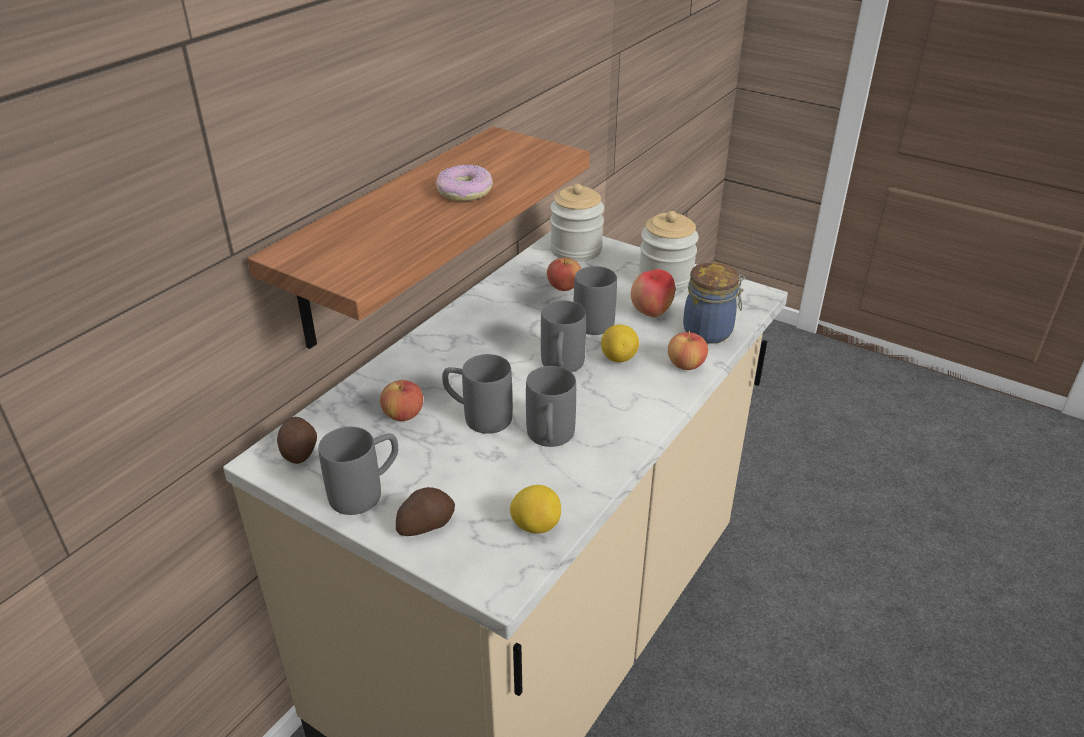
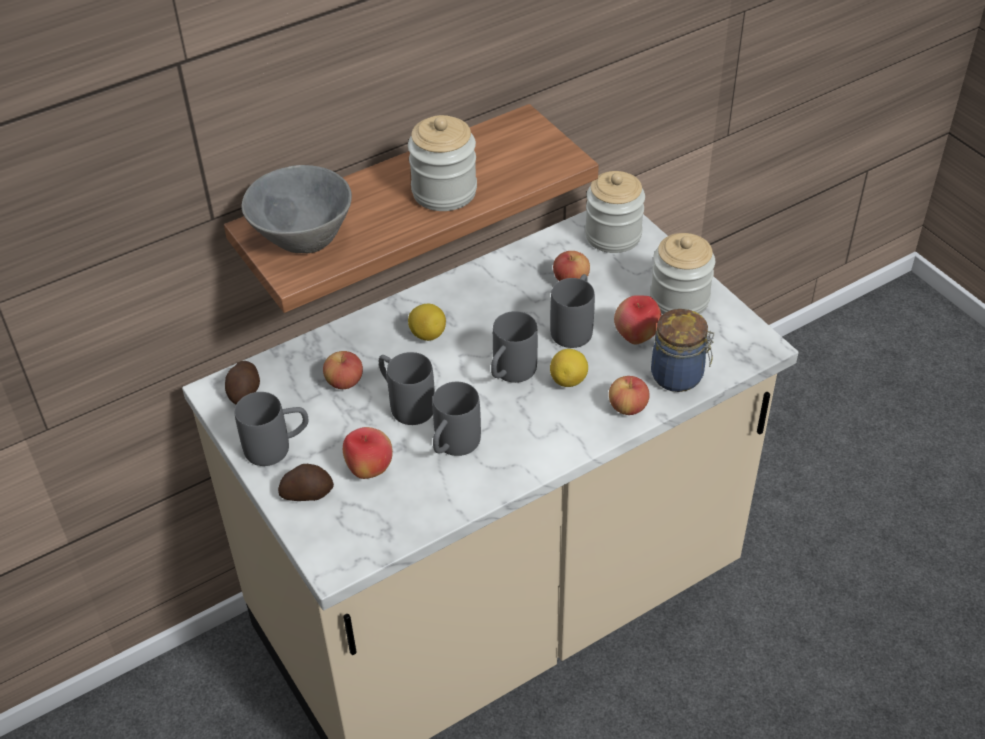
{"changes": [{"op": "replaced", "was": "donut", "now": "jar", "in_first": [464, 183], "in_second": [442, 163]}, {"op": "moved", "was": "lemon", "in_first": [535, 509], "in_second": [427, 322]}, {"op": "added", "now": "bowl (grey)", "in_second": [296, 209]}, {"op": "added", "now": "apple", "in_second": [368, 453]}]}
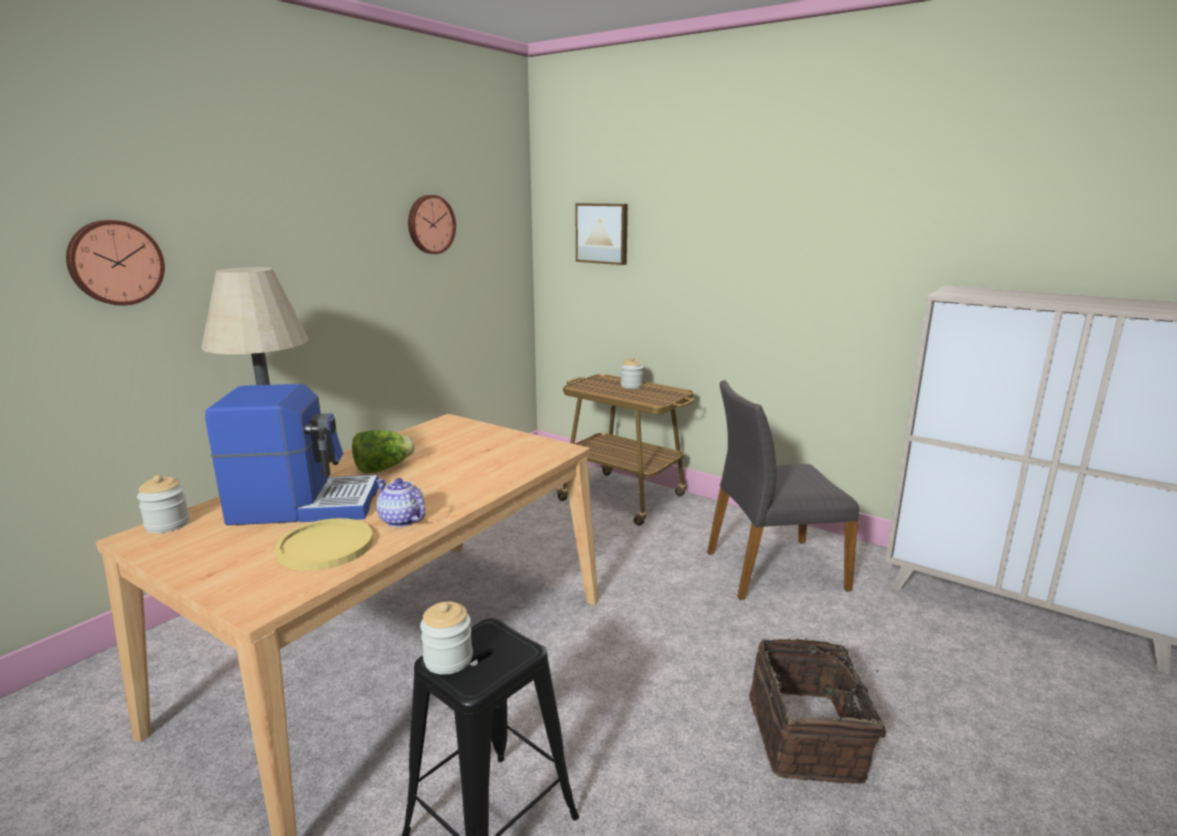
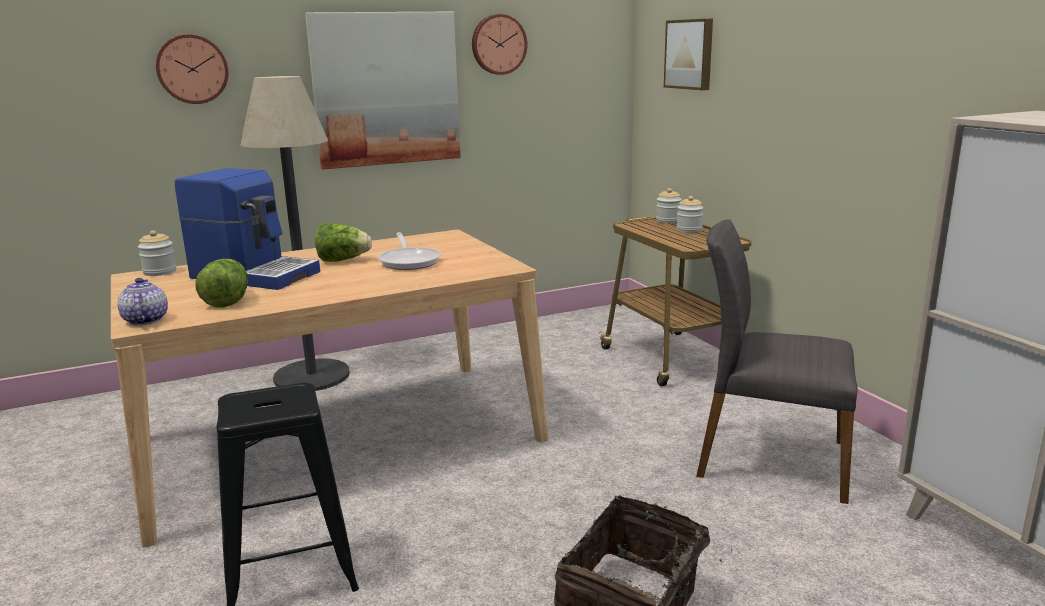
{"changes": [{"op": "moved", "was": "teapot", "in_first": [400, 502], "in_second": [142, 301]}, {"op": "replaced", "was": "plate (yellow)", "now": "lettuce", "in_first": [324, 544], "in_second": [221, 283]}, {"op": "moved", "was": "jar", "in_first": [446, 638], "in_second": [669, 205]}, {"op": "added", "now": "picture", "in_second": [383, 90]}, {"op": "added", "now": "frying pan", "in_second": [409, 251]}]}
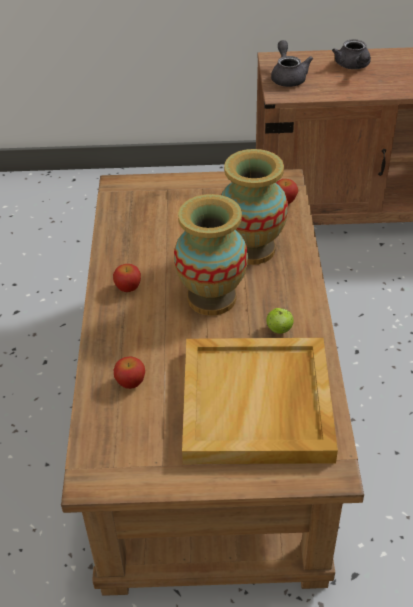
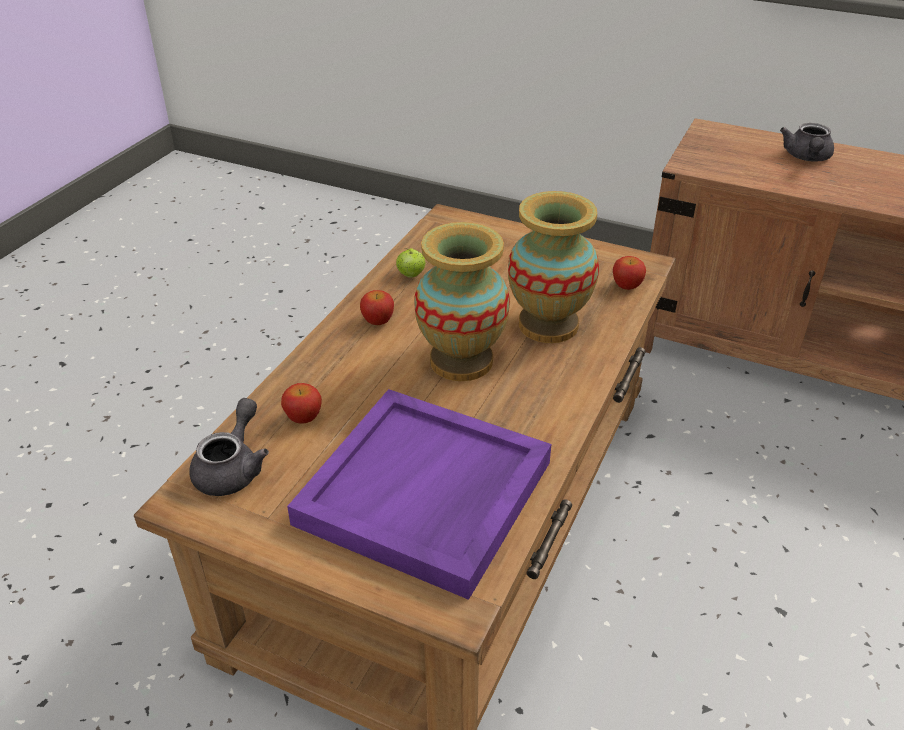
{"changes": [{"op": "moved", "was": "teapot (grey)", "in_first": [292, 63], "in_second": [229, 447]}, {"op": "moved", "was": "apple", "in_first": [280, 321], "in_second": [410, 263]}, {"op": "recoloured", "was": "tray (beige)", "now": "tray (purple)", "in_first": [260, 401], "in_second": [419, 494]}]}
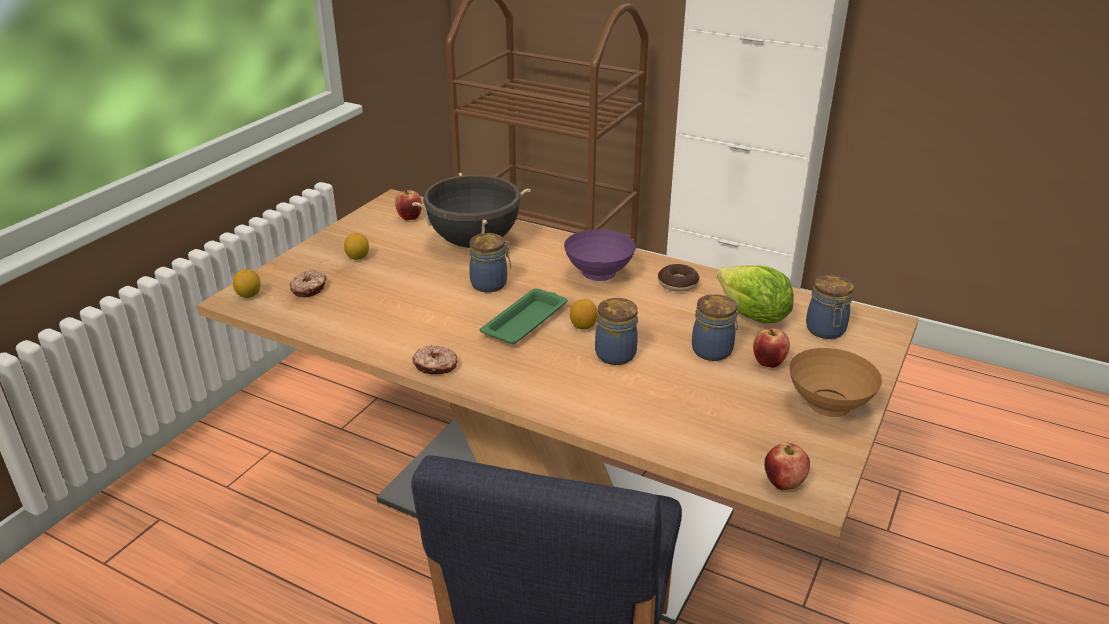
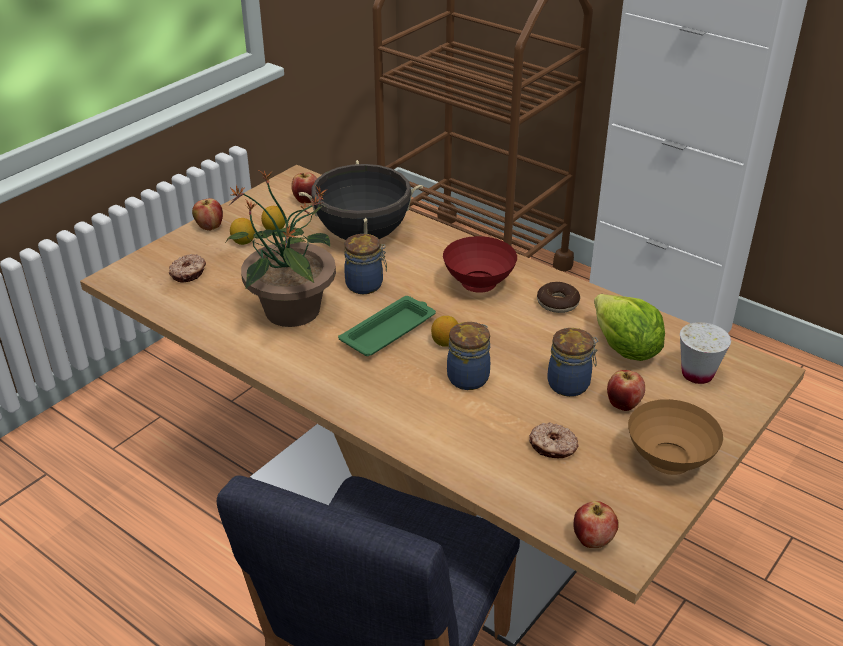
{"changes": [{"op": "recoloured", "was": "bowl (purple)", "now": "bowl (red)", "in_first": [600, 255], "in_second": [480, 264]}, {"op": "moved", "was": "lemon", "in_first": [247, 283], "in_second": [273, 218]}, {"op": "replaced", "was": "jar", "now": "cup (white)", "in_first": [830, 307], "in_second": [705, 353]}, {"op": "moved", "was": "donut", "in_first": [434, 359], "in_second": [554, 440]}, {"op": "added", "now": "potted plant", "in_second": [281, 249]}, {"op": "added", "now": "apple", "in_second": [207, 214]}]}
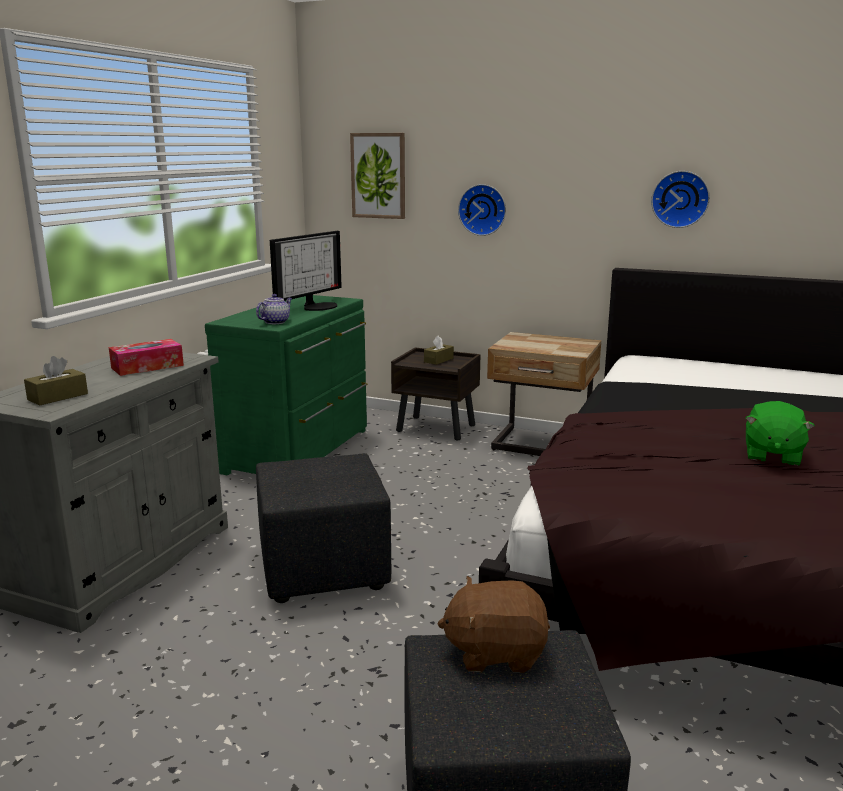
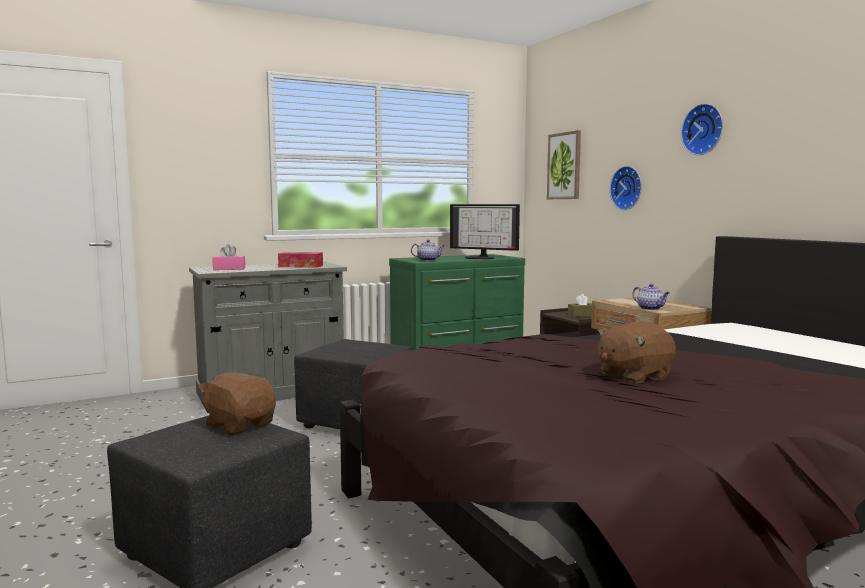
{"changes": [{"op": "moved", "was": "wall clock", "in_first": [680, 199], "in_second": [702, 129]}, {"op": "turned", "was": "monitor", "in_first": [306, 271], "in_second": [485, 231], "clockwise": 45}, {"op": "recoloured", "was": "tissue box (brown)", "now": "tissue box (pink)", "in_first": [56, 381], "in_second": [228, 257]}, {"op": "recoloured", "was": "plush toy (green)", "now": "plush toy (brown)", "in_first": [780, 433], "in_second": [637, 352]}, {"op": "added", "now": "teapot", "in_second": [651, 297]}]}
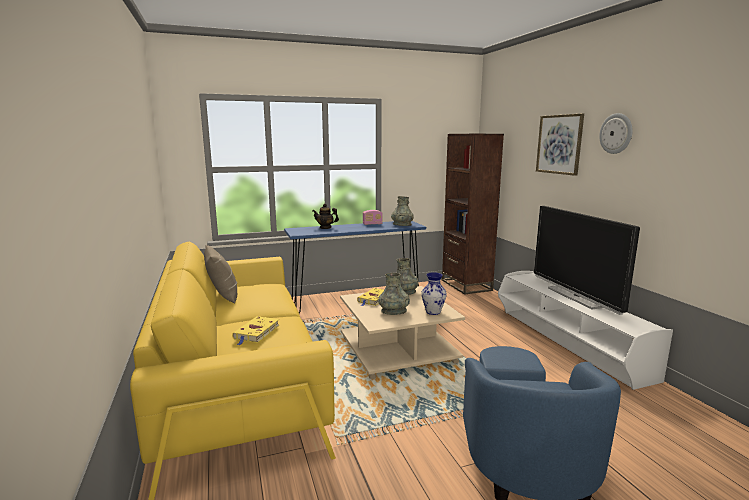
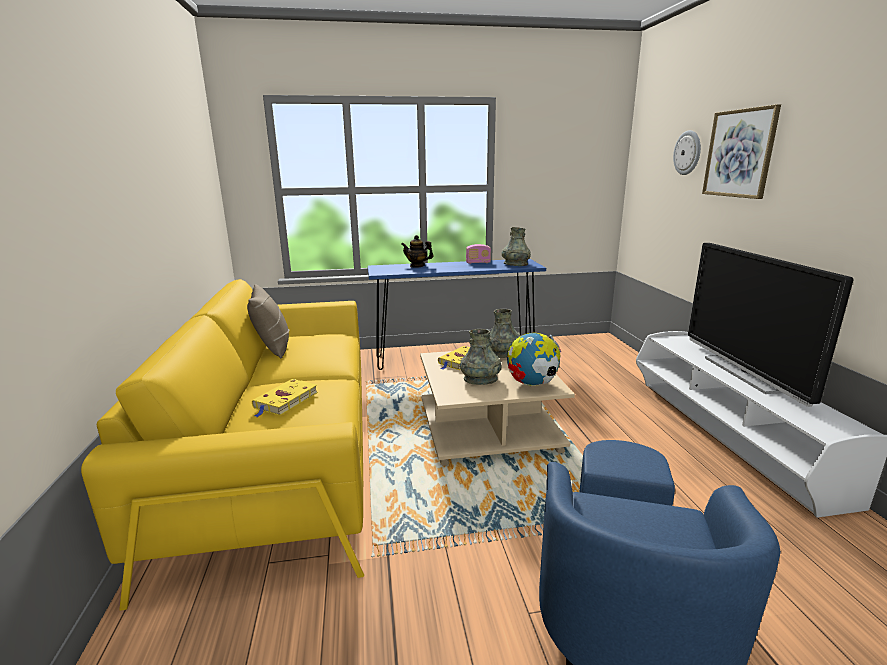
{"changes": [{"op": "moved", "was": "wall clock", "in_first": [616, 133], "in_second": [687, 152]}, {"op": "removed", "was": "bookcase (brown)", "in_first": [473, 214]}, {"op": "replaced", "was": "vase", "now": "globe", "in_first": [434, 293], "in_second": [534, 359]}]}
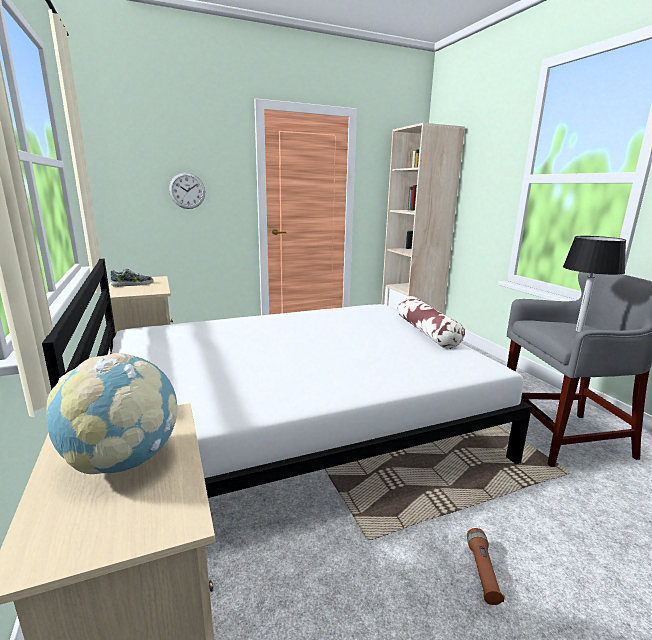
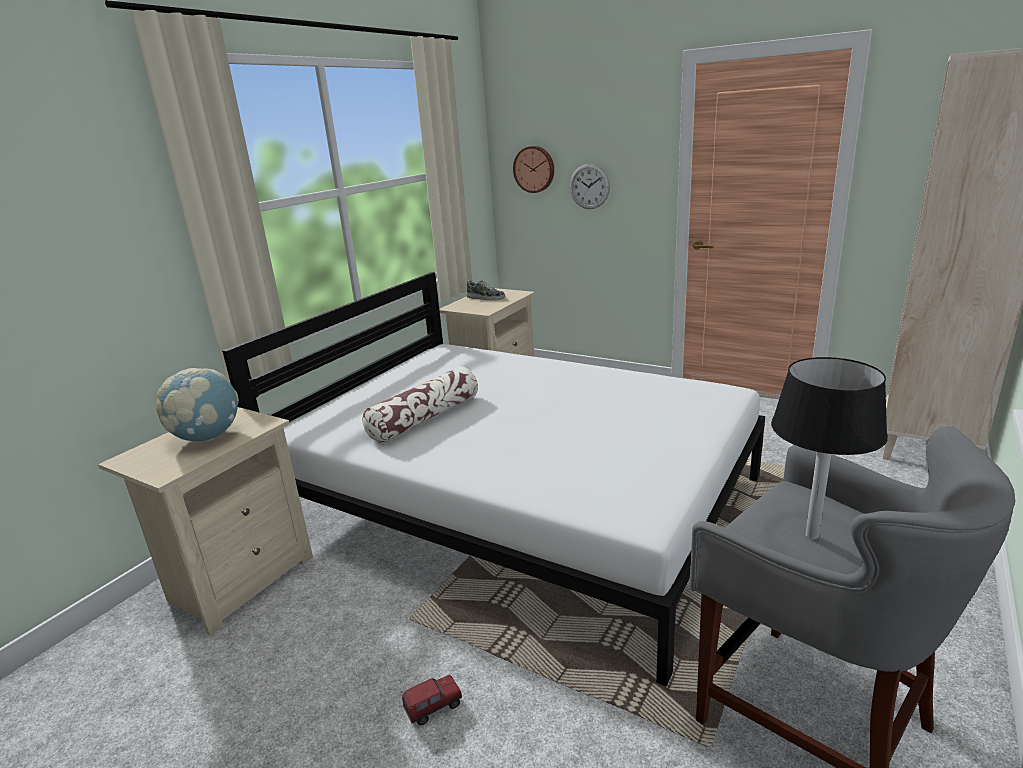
{"changes": [{"op": "moved", "was": "pillow", "in_first": [431, 322], "in_second": [420, 404]}, {"op": "replaced", "was": "flashlight (brown)", "now": "toy truck", "in_first": [486, 566], "in_second": [432, 700]}, {"op": "added", "now": "wall clock", "in_second": [533, 169]}]}
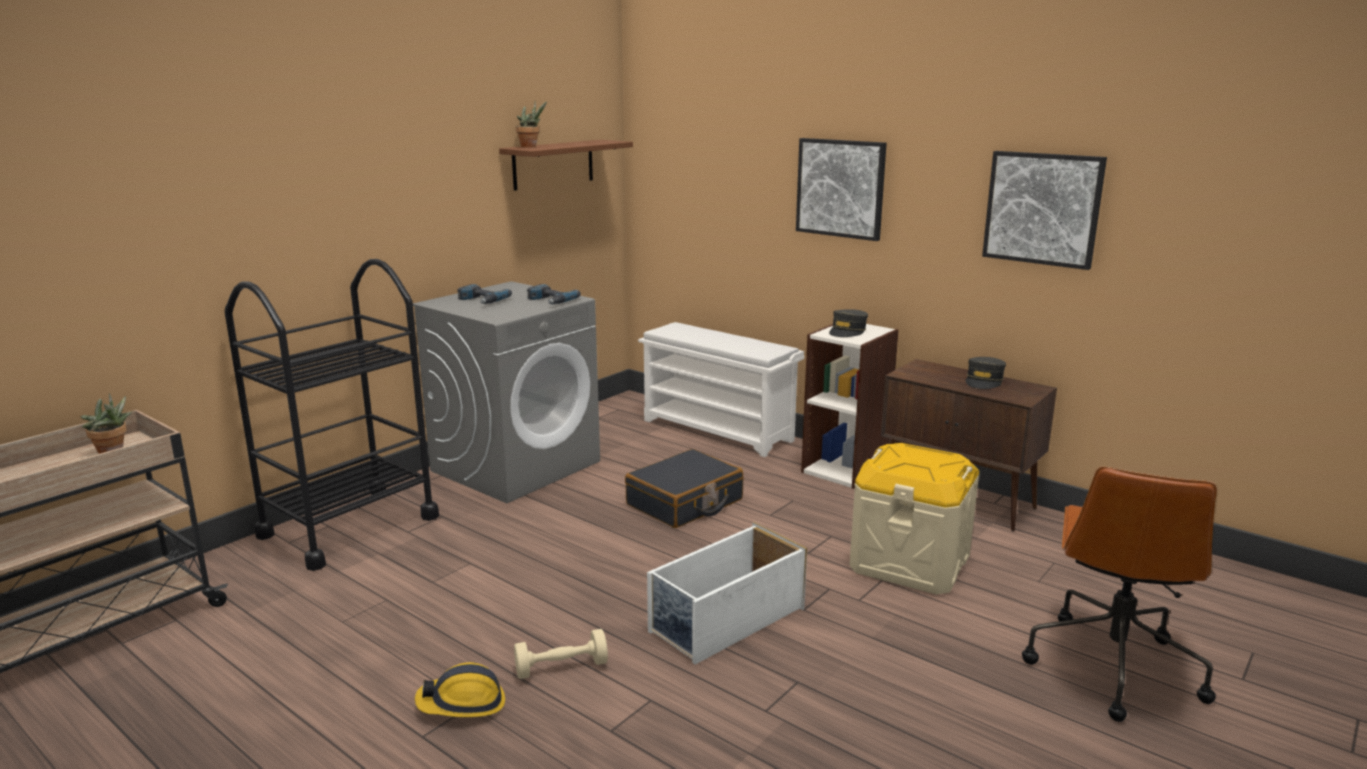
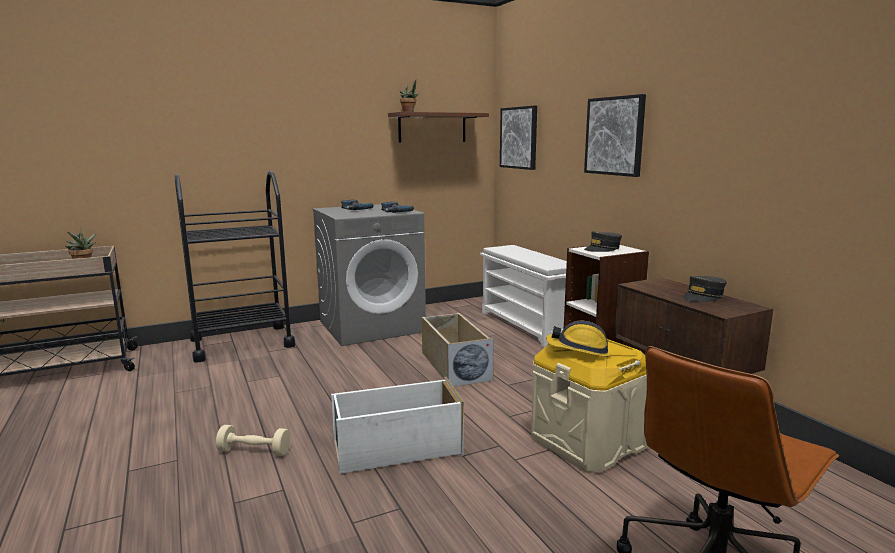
{"changes": [{"op": "moved", "was": "picture", "in_first": [1044, 210], "in_second": [518, 138]}, {"op": "replaced", "was": "suitcase (black)", "now": "storage box (beige)", "in_first": [684, 488], "in_second": [458, 350]}, {"op": "moved", "was": "hard hat", "in_first": [460, 689], "in_second": [578, 339]}]}
